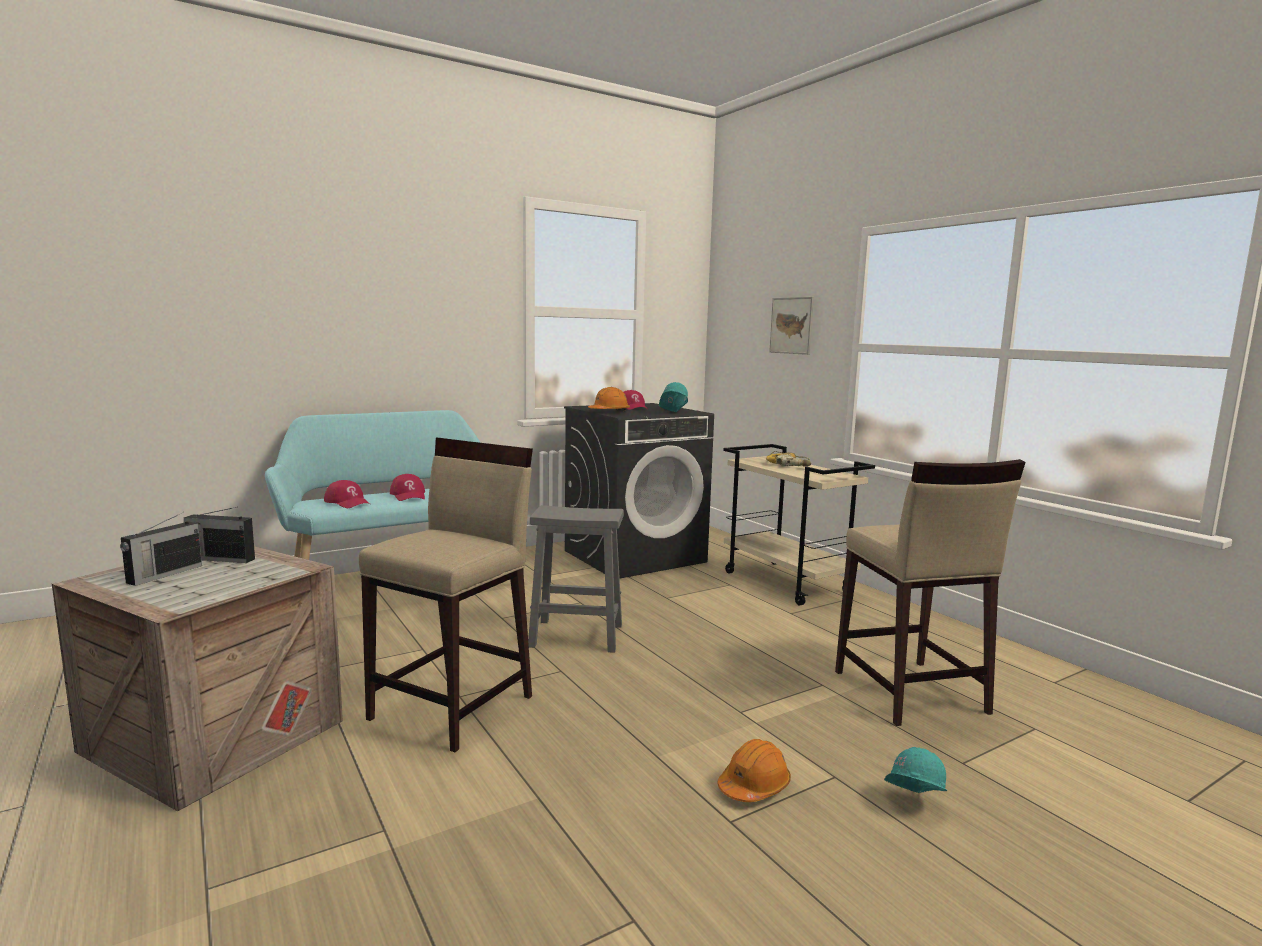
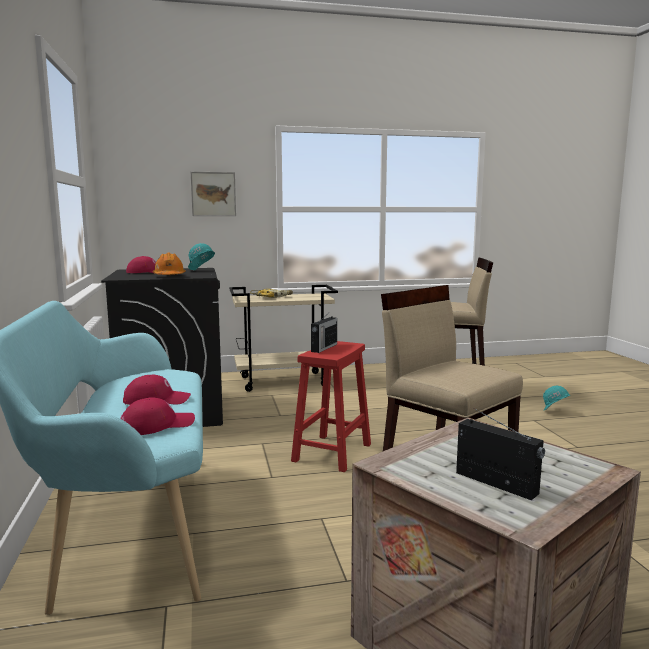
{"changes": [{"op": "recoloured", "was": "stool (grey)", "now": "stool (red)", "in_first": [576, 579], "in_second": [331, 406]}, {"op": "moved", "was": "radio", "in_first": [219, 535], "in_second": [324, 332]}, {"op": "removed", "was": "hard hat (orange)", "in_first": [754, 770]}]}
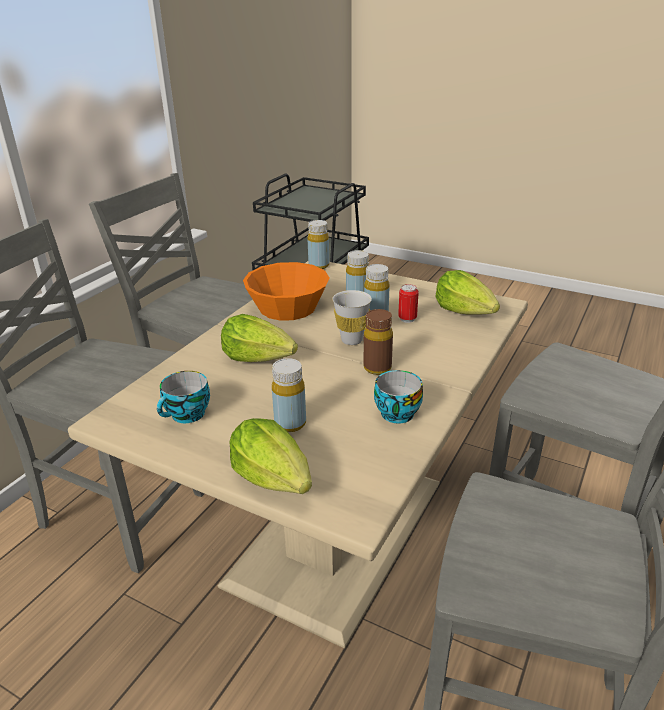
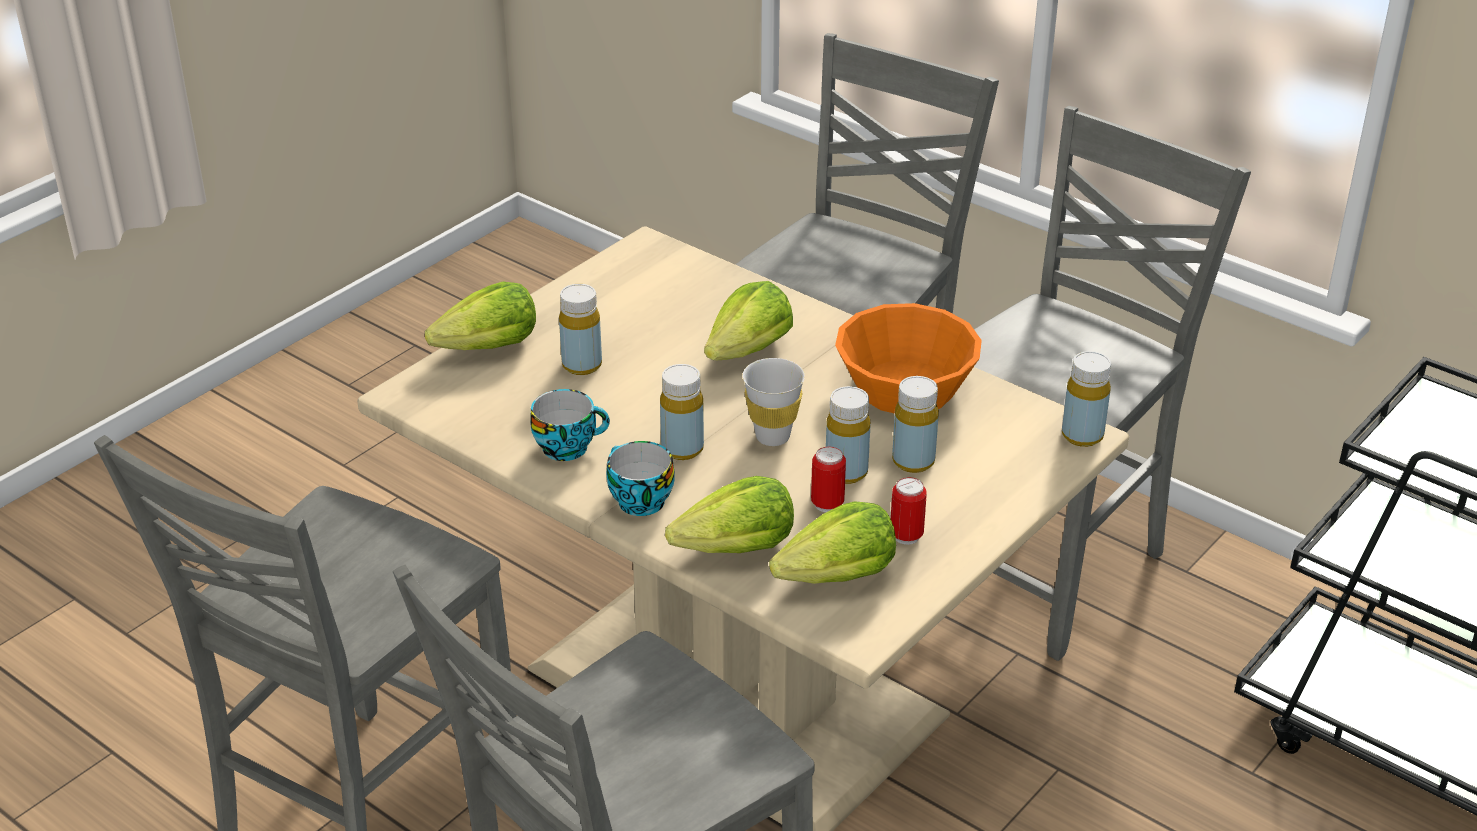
{"changes": [{"op": "recoloured", "was": "bottle (brown)", "now": "bottle (yellow)", "in_first": [378, 342], "in_second": [682, 412]}, {"op": "moved", "was": "cup", "in_first": [183, 397], "in_second": [640, 478]}, {"op": "added", "now": "lettuce", "in_second": [729, 514]}, {"op": "added", "now": "can", "in_second": [909, 511]}]}
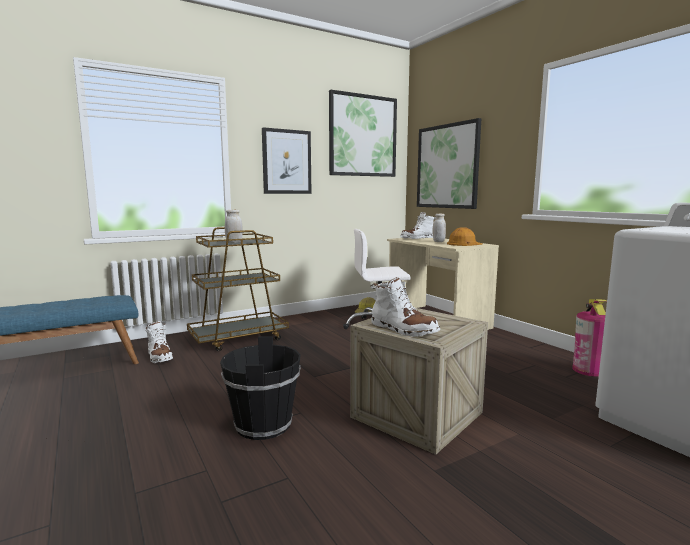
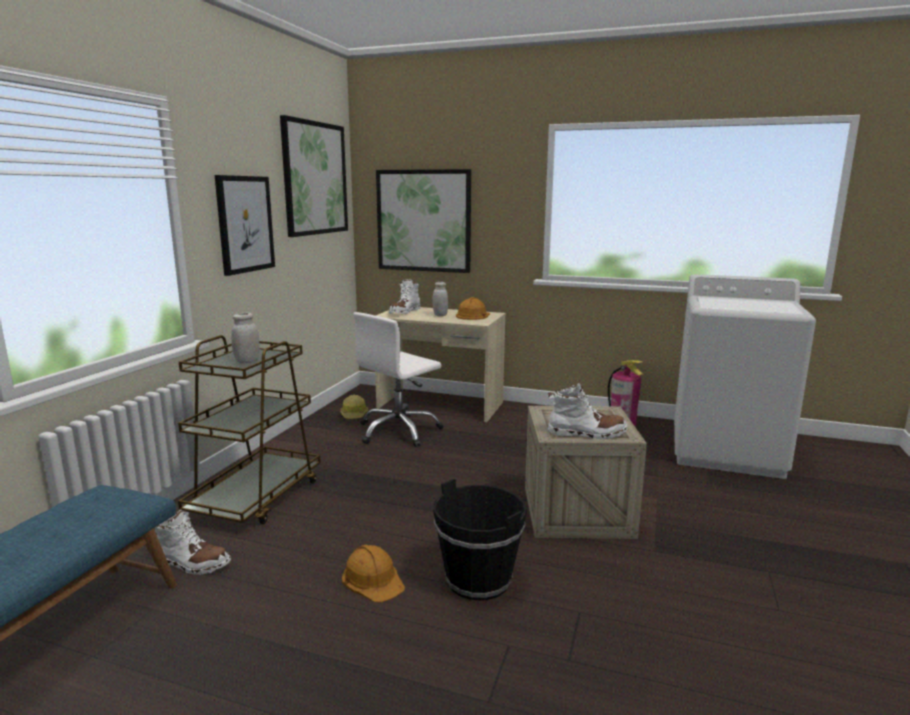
{"changes": [{"op": "added", "now": "hard hat (orange)", "in_second": [373, 574]}]}
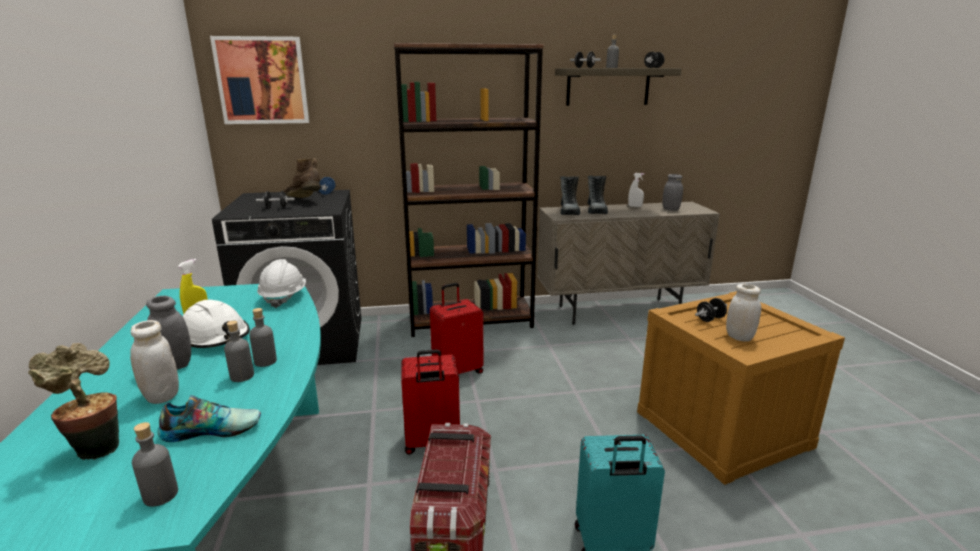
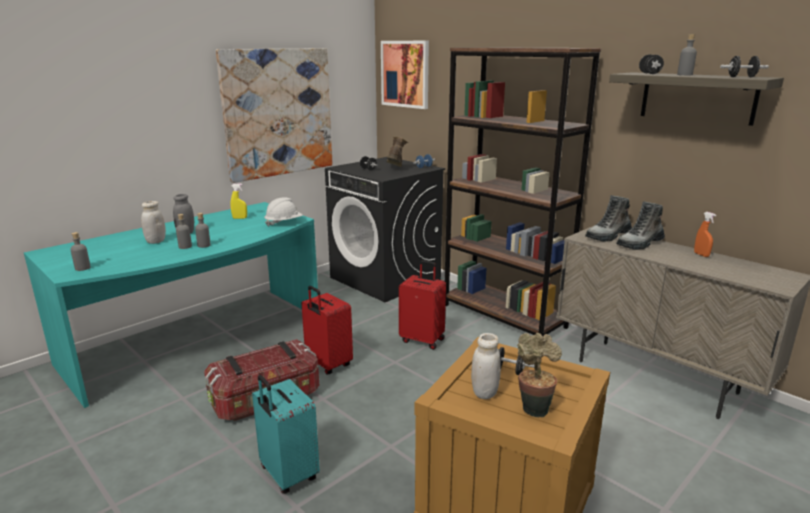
{"changes": [{"op": "recoloured", "was": "spray bottle (white)", "now": "spray bottle (orange)", "in_first": [636, 190], "in_second": [705, 234]}, {"op": "removed", "was": "jar (grey)", "in_first": [672, 192]}, {"op": "removed", "was": "hard hat (white)", "in_first": [216, 324]}, {"op": "moved", "was": "potted plant", "in_first": [73, 401], "in_second": [539, 375]}, {"op": "removed", "was": "shoe", "in_first": [209, 418]}, {"op": "added", "now": "picture", "in_second": [274, 115]}]}
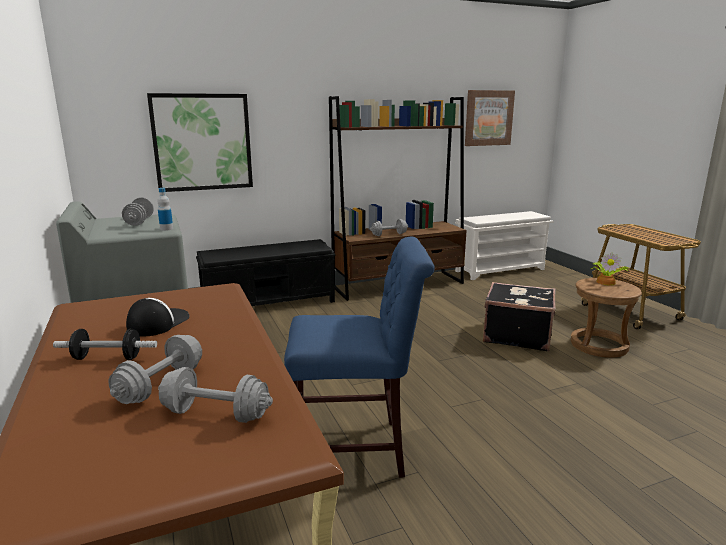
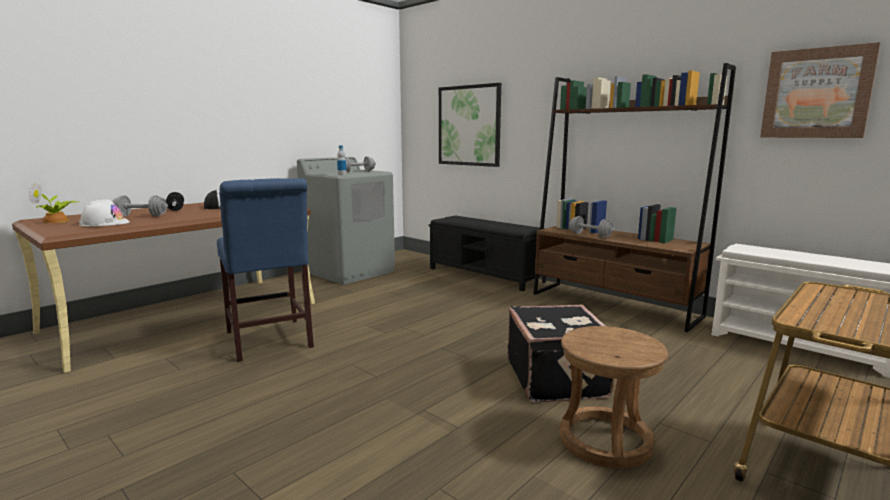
{"changes": [{"op": "moved", "was": "potted plant", "in_first": [610, 268], "in_second": [53, 202]}, {"op": "replaced", "was": "dumbbell (grey)", "now": "hard hat (white)", "in_first": [215, 395], "in_second": [104, 213]}]}
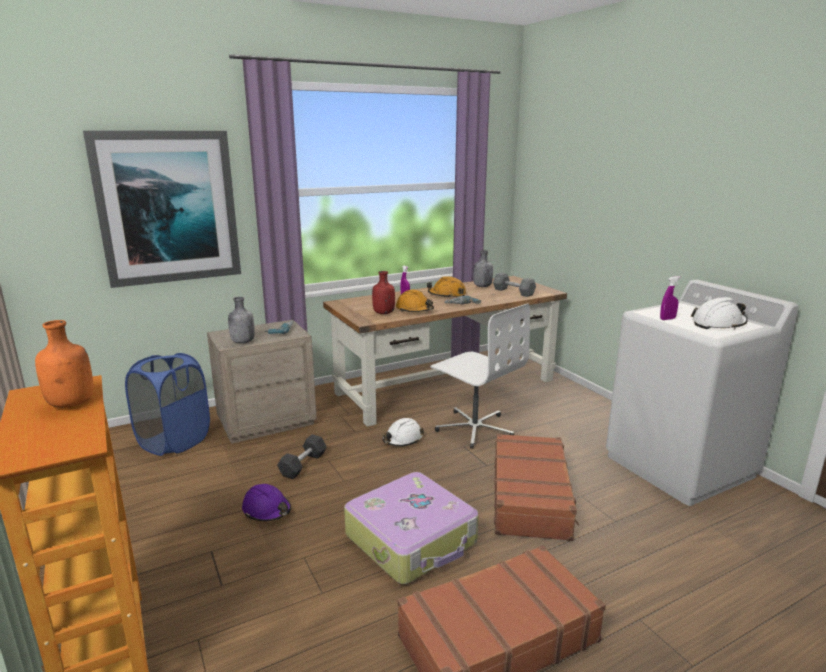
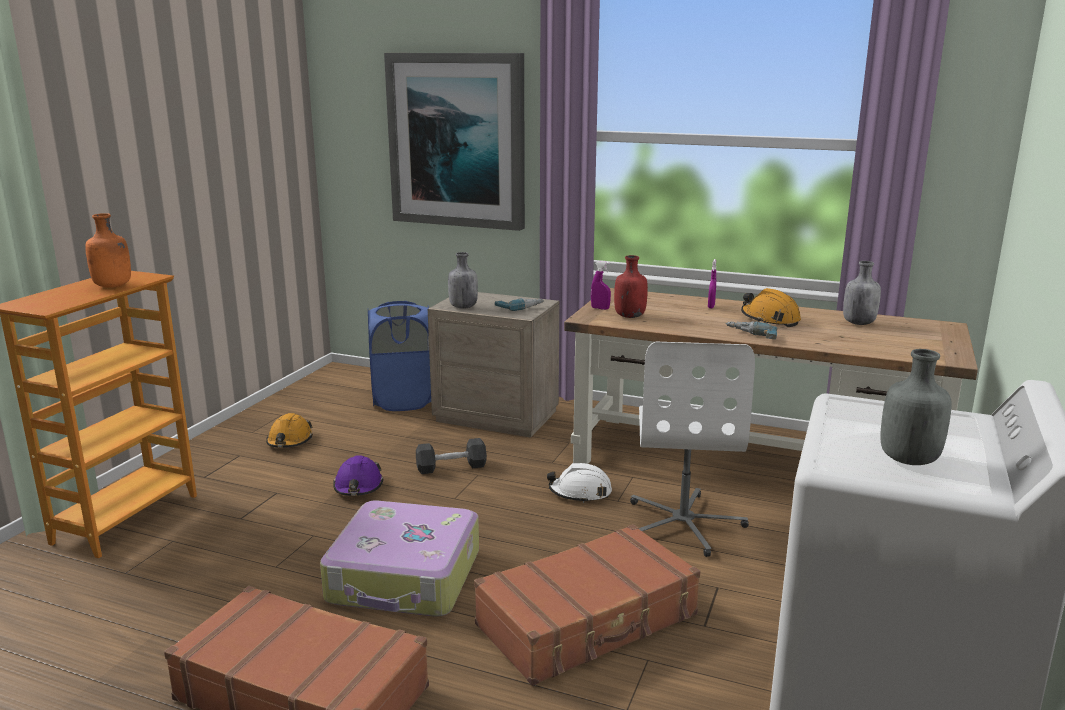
{"changes": [{"op": "removed", "was": "dumbbell (grey)", "in_first": [514, 285]}, {"op": "moved", "was": "spray bottle (purple)", "in_first": [670, 298], "in_second": [601, 285]}, {"op": "moved", "was": "hard hat (orange)", "in_first": [415, 301], "in_second": [289, 430]}, {"op": "replaced", "was": "hard hat (white)", "now": "bottle (grey)", "in_first": [719, 313], "in_second": [916, 407]}]}
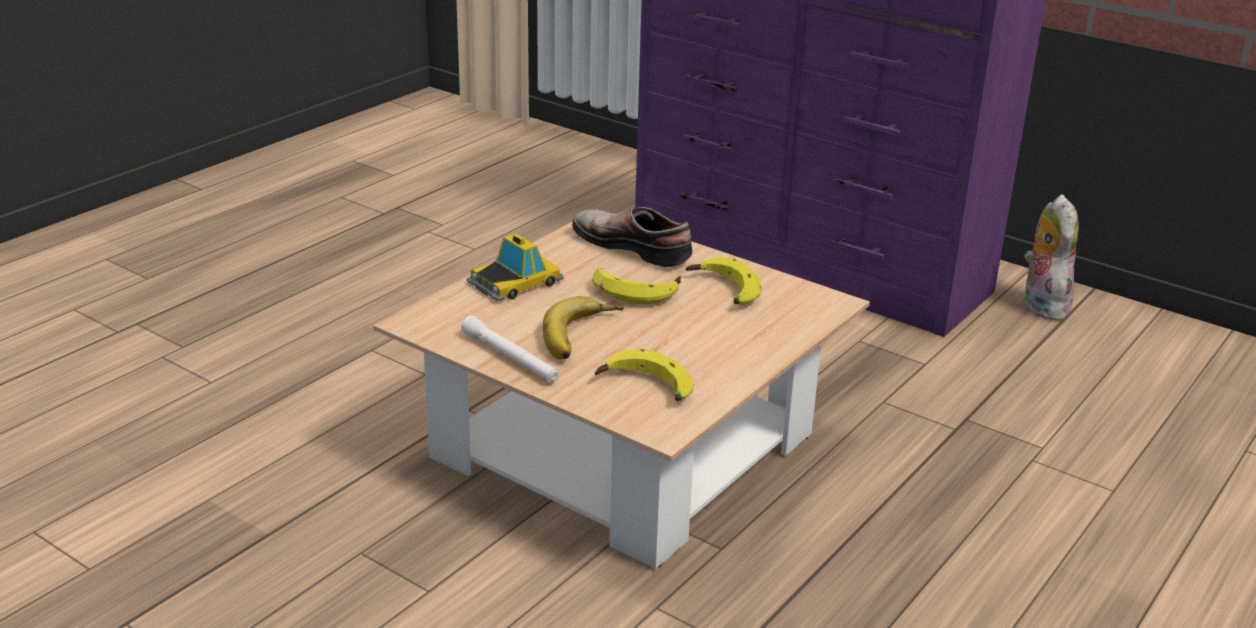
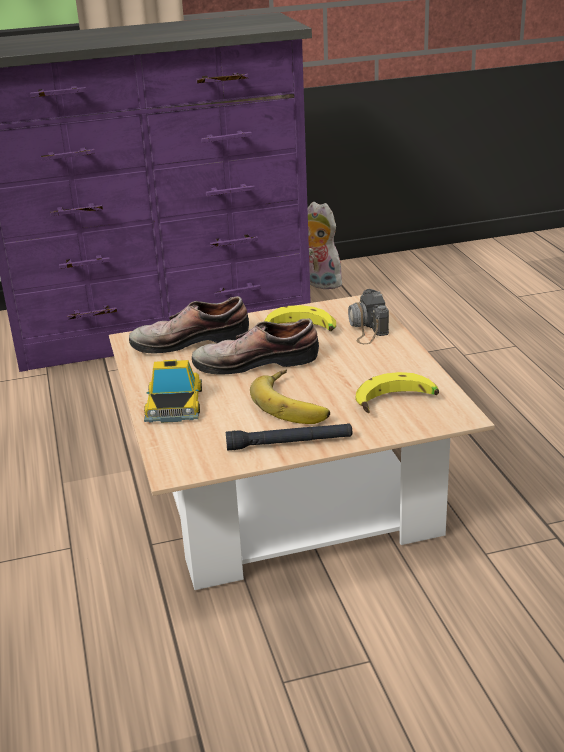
{"changes": [{"op": "replaced", "was": "banana", "now": "shoe", "in_first": [636, 286], "in_second": [255, 346]}, {"op": "recoloured", "was": "flashlight (white)", "now": "flashlight (black)", "in_first": [510, 349], "in_second": [289, 436]}, {"op": "added", "now": "photo camera", "in_second": [368, 316]}]}
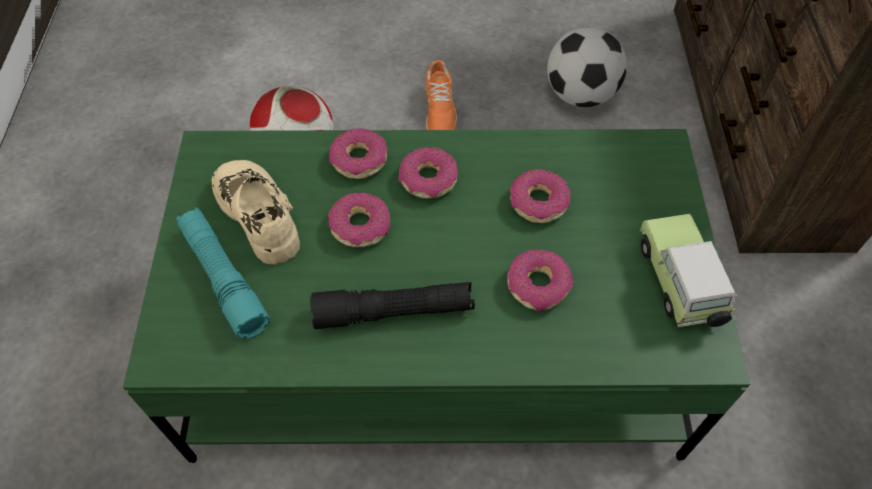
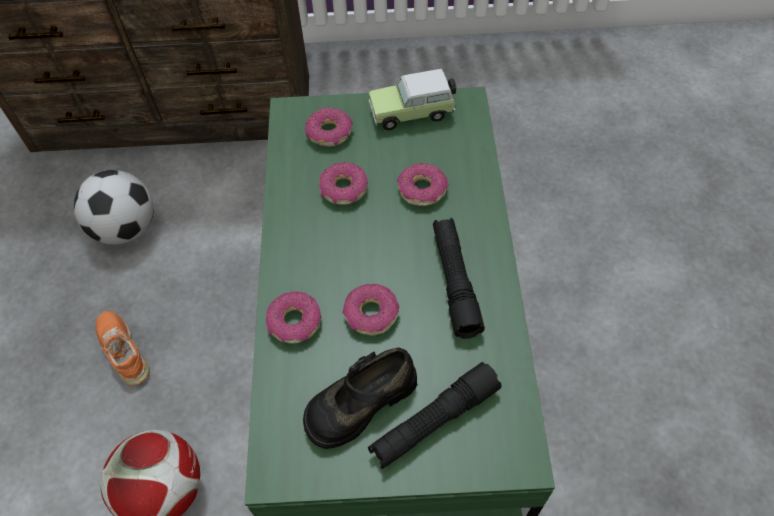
{"changes": [{"op": "turned", "was": "shoe (orange)", "in_first": [441, 95], "in_second": [122, 348], "clockwise": -120}, {"op": "moved", "was": "donut", "in_first": [428, 173], "in_second": [329, 127]}, {"op": "recoloured", "was": "shoe (beige)", "now": "shoe (black)", "in_first": [256, 212], "in_second": [360, 398]}, {"op": "recoloured", "was": "flashlight (turquoise)", "now": "flashlight (black)", "in_first": [223, 273], "in_second": [434, 415]}]}
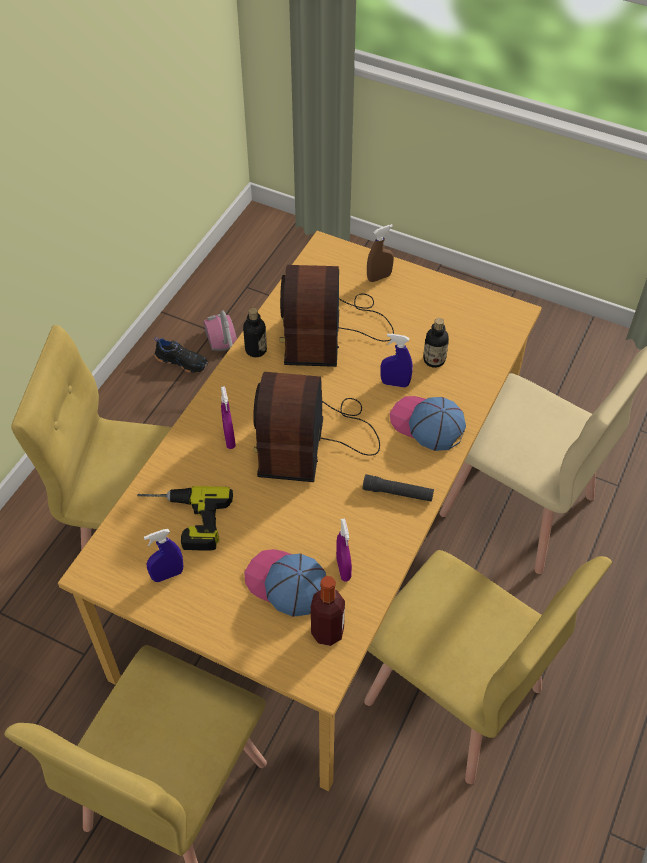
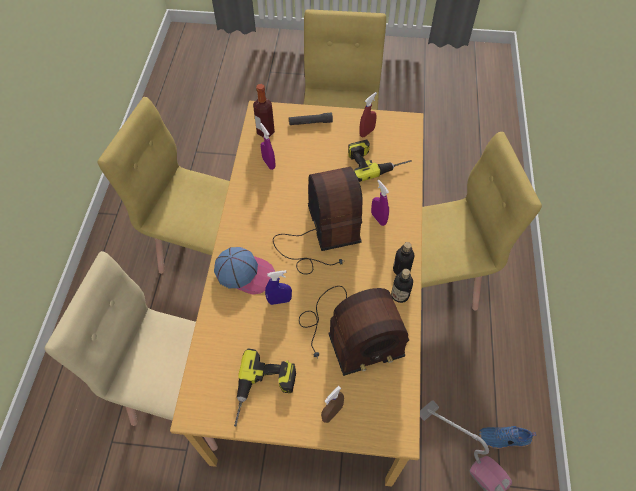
{"changes": [{"op": "turned", "was": "radio", "in_first": [336, 316], "in_second": [354, 331], "clockwise": 90}, {"op": "moved", "was": "bottle", "in_first": [436, 343], "in_second": [403, 258]}, {"op": "recoloured", "was": "shoe (black)", "now": "shoe (blue)", "in_first": [181, 355], "in_second": [507, 437]}, {"op": "moved", "was": "flashlight (black)", "in_first": [398, 488], "in_second": [311, 119]}, {"op": "recoloured", "was": "spray bottle (blue)", "now": "spray bottle (red)", "in_first": [163, 555], "in_second": [368, 114]}, {"op": "removed", "was": "cap", "in_first": [285, 583]}, {"op": "added", "now": "power drill", "in_second": [265, 388]}]}
